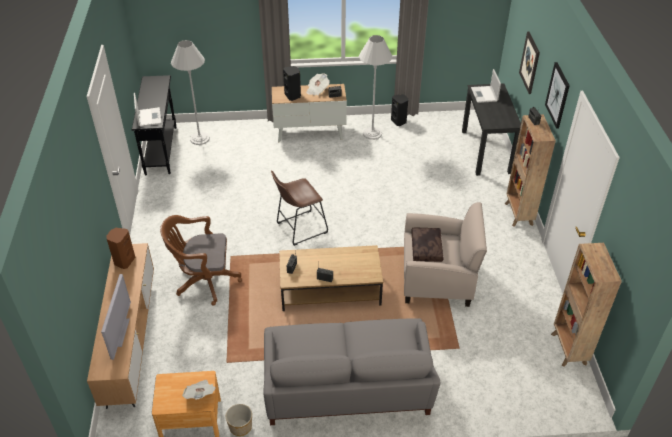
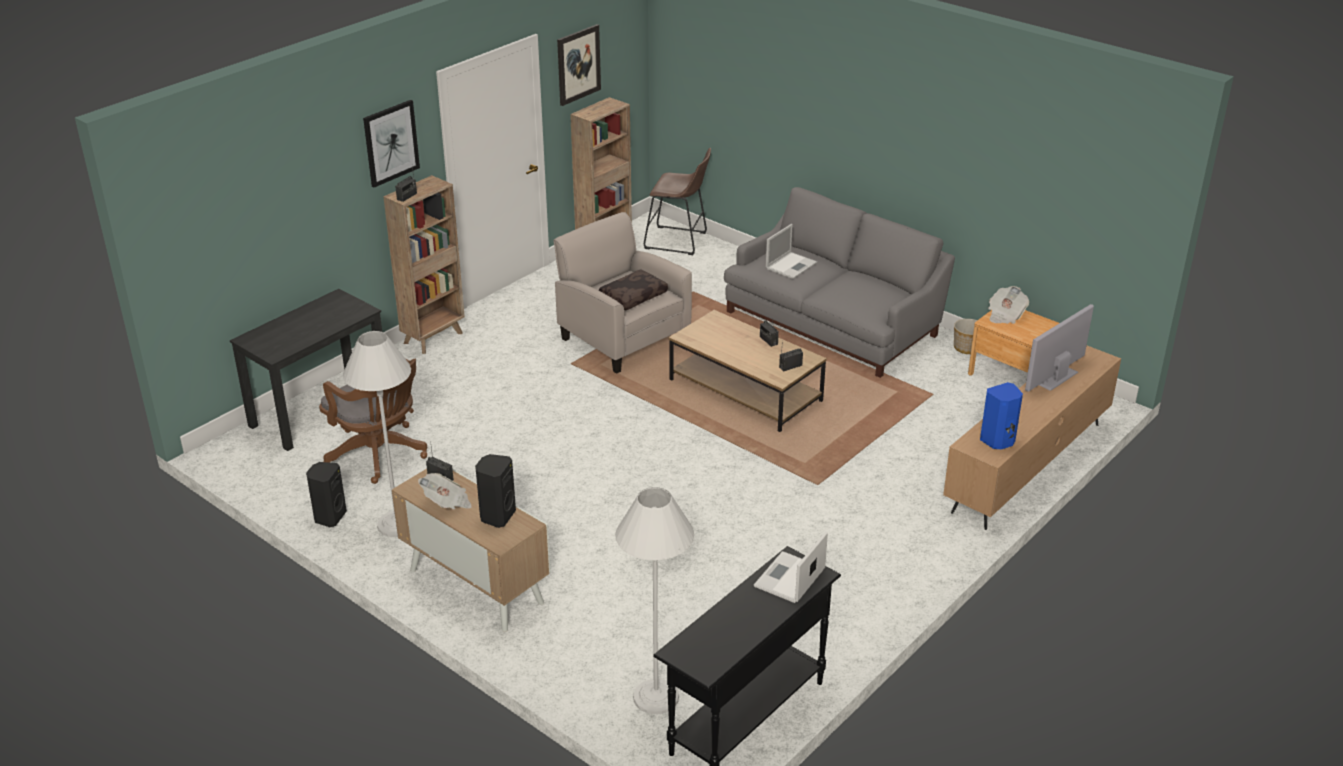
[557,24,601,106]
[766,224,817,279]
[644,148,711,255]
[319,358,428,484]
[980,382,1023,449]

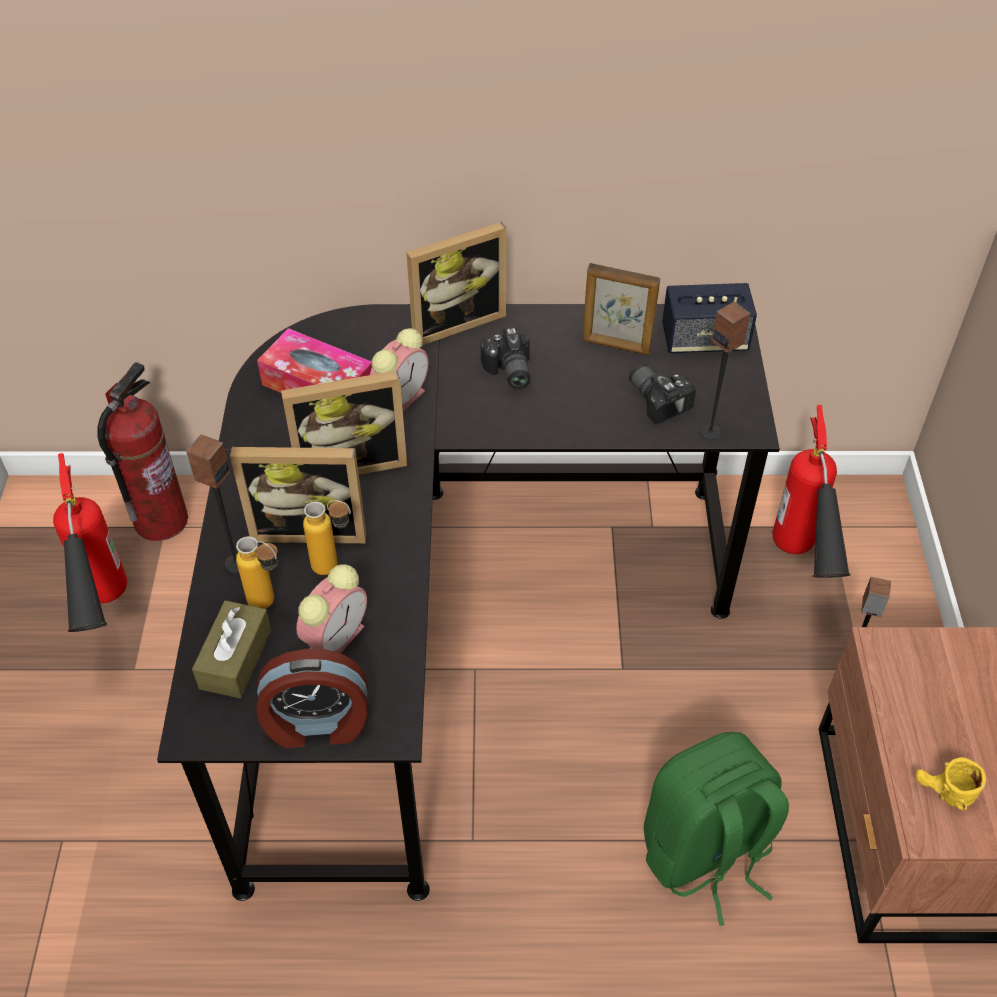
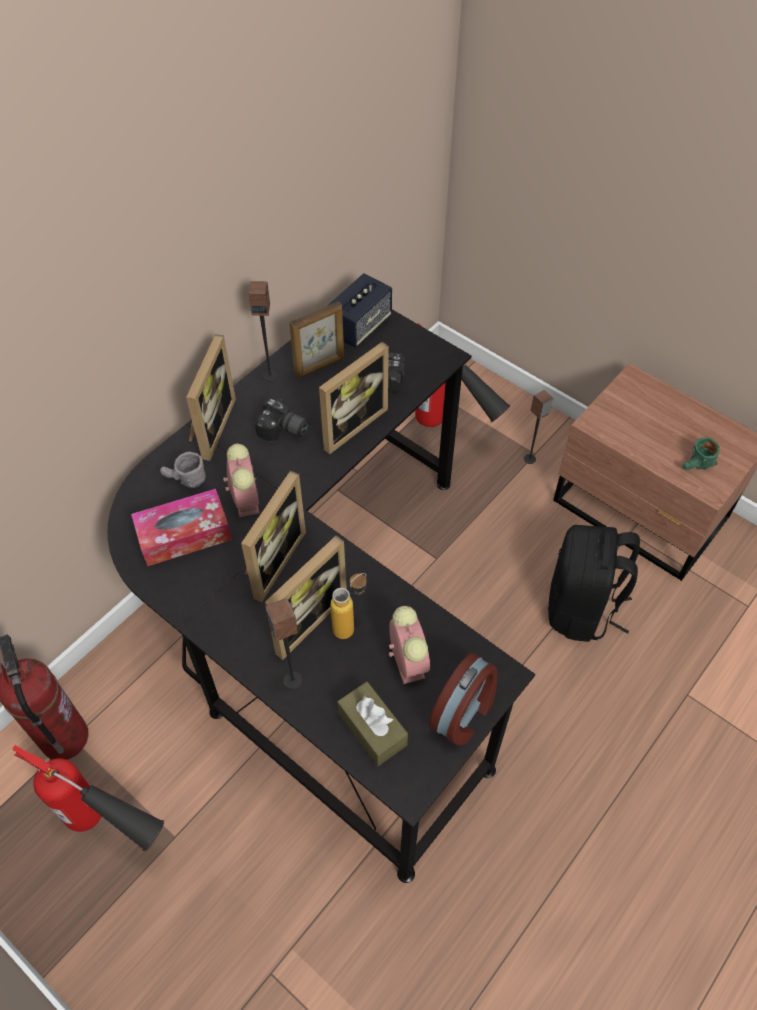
[248,281,278,382]
[236,536,278,609] (first image)
[548,525,640,642]
[683,437,720,470]
[319,342,389,454]
[160,452,206,488]

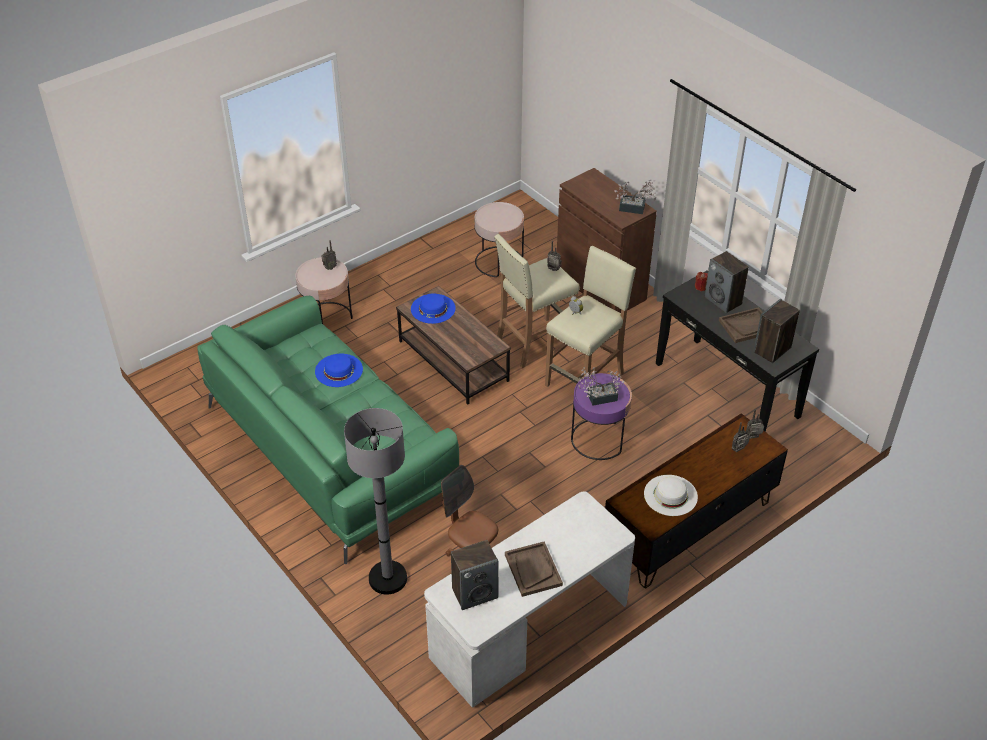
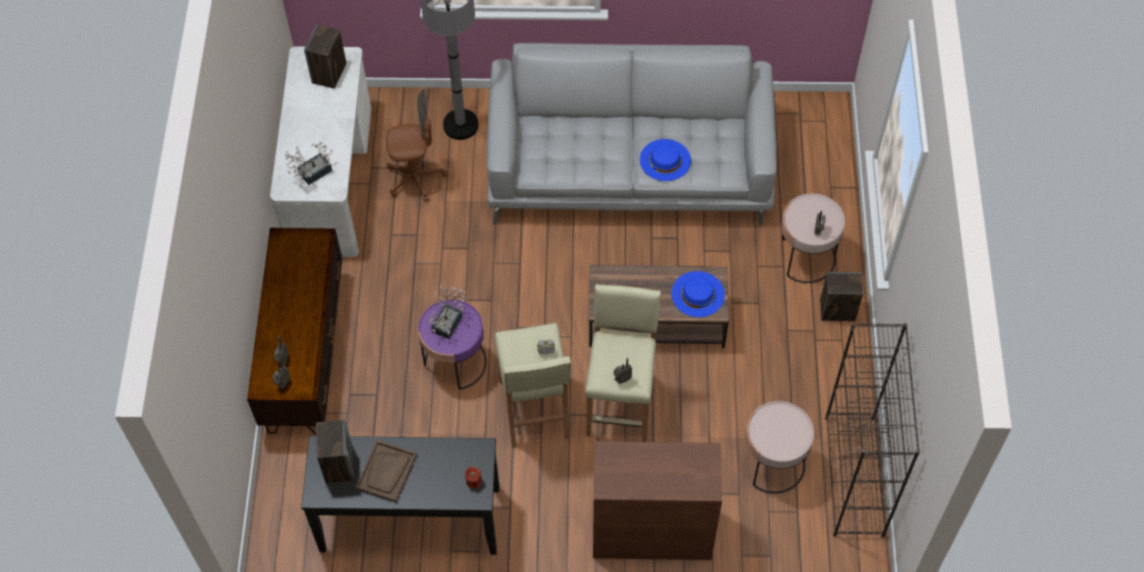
[285,142,333,185]
[820,272,863,322]
[486,43,777,226]
[644,475,698,516] (first image)
[505,542,563,597] (first image)
[825,323,920,537]

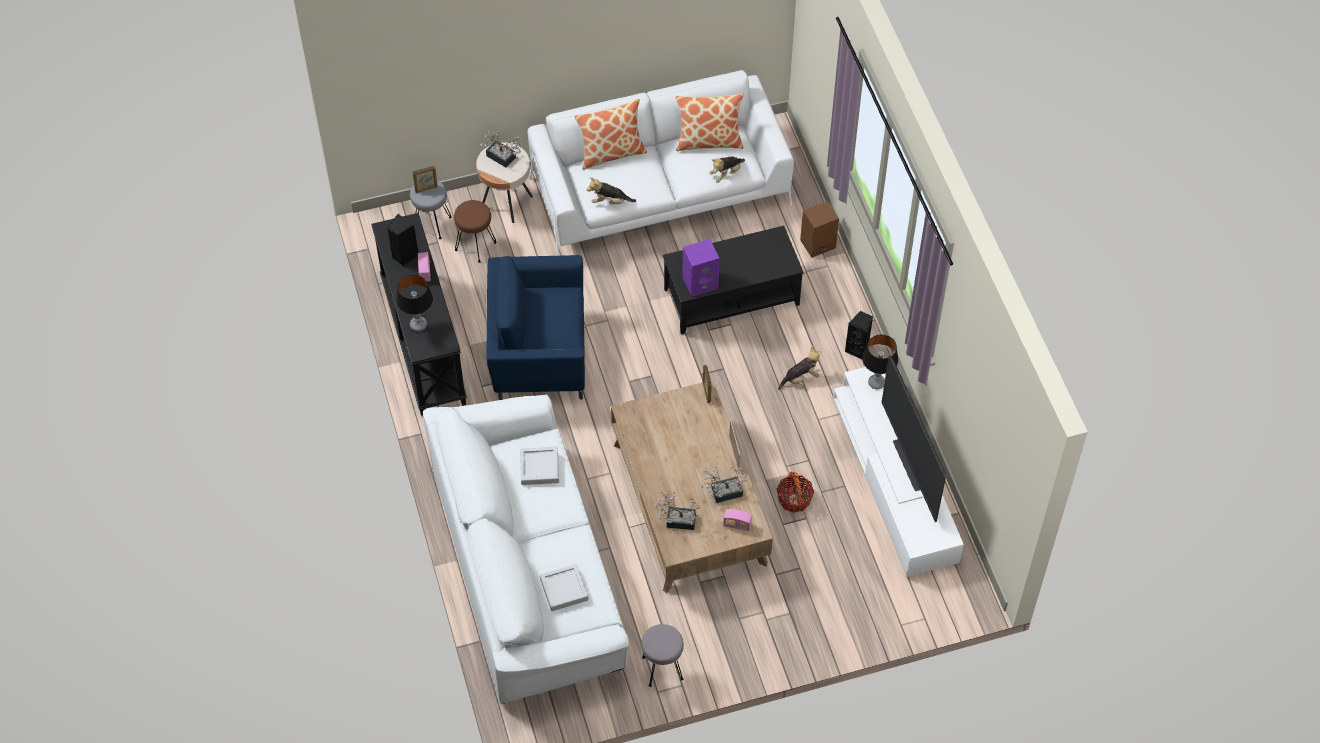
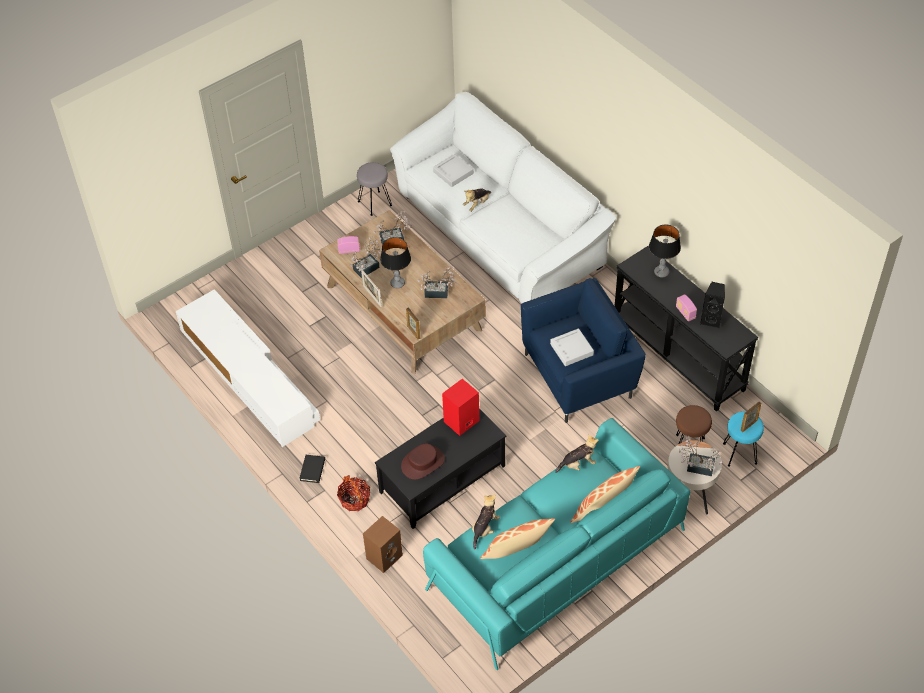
[423,418,690,670]
[723,411,764,467]
[442,379,479,436]
[299,455,325,483]
[380,237,411,289]
[463,188,491,212]
[882,355,946,522] (first image)
[550,328,594,366]
[337,475,370,511]
[418,266,457,298]
[401,443,445,480]

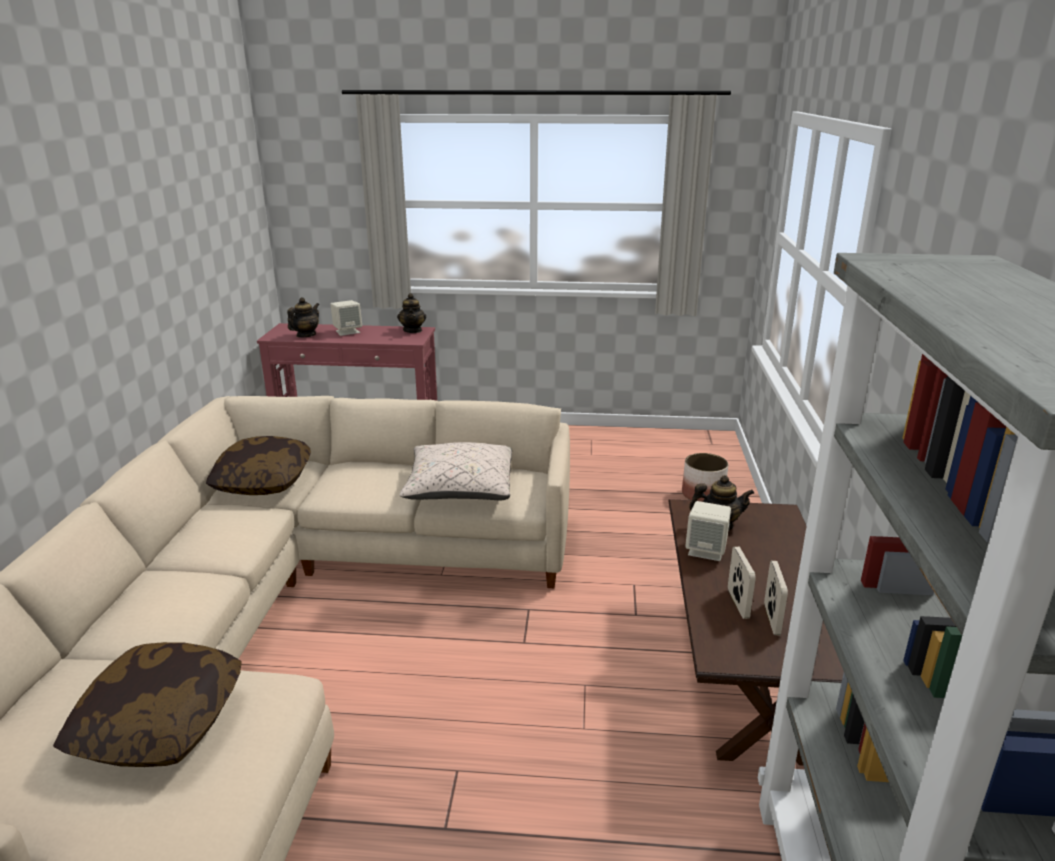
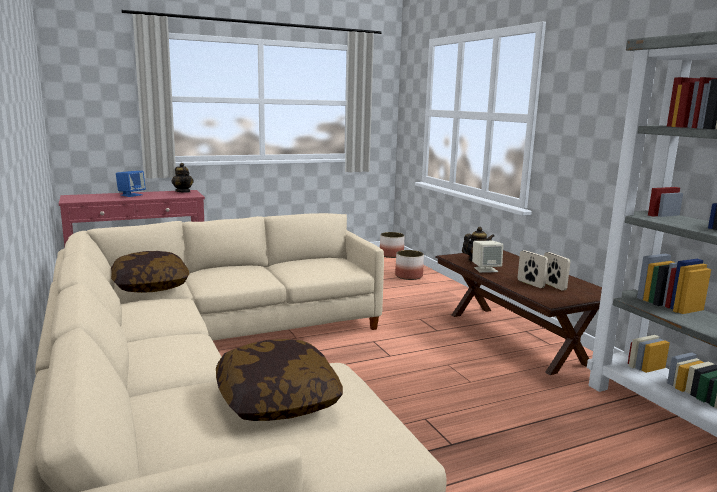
[287,297,319,337] (first image)
[116,171,146,197]
[400,442,512,501] (first image)
[380,232,405,258]

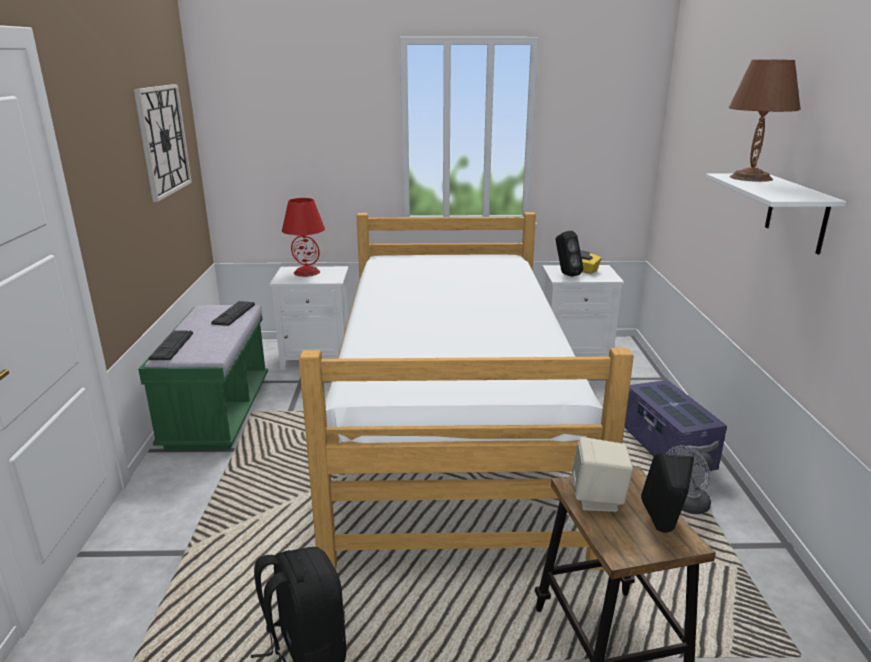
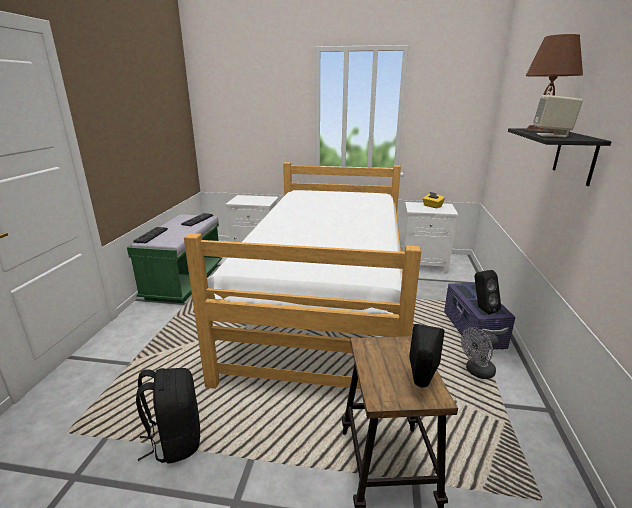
[134,84,192,202] (first image)
[508,128,612,186]
[282,198,325,277] (first image)
[475,270,501,314]
[533,95,583,137]

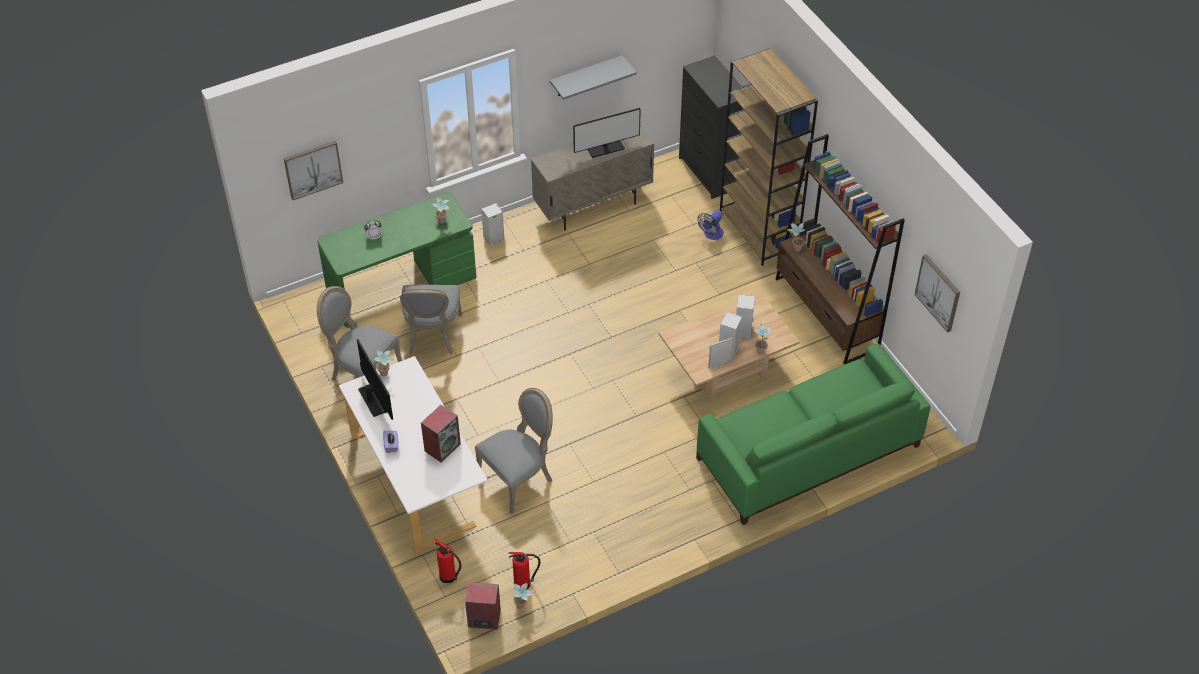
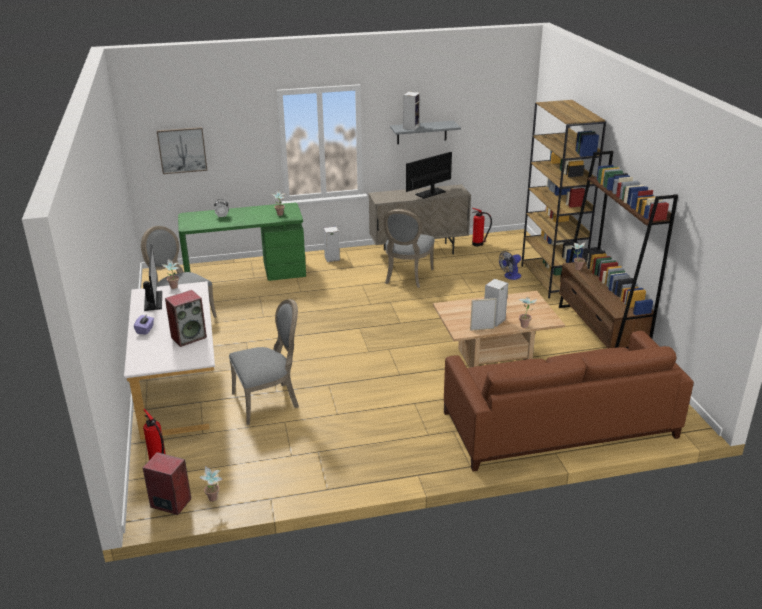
[679,55,744,199] (first image)
[406,152,452,199]
[914,254,960,333] (first image)
[383,209,435,288]
[403,92,420,130]
[444,331,694,472]
[472,208,492,247]

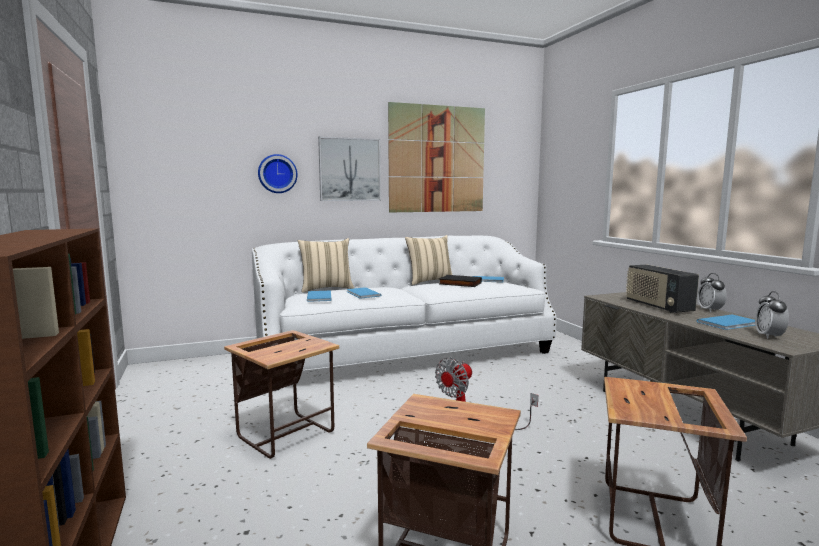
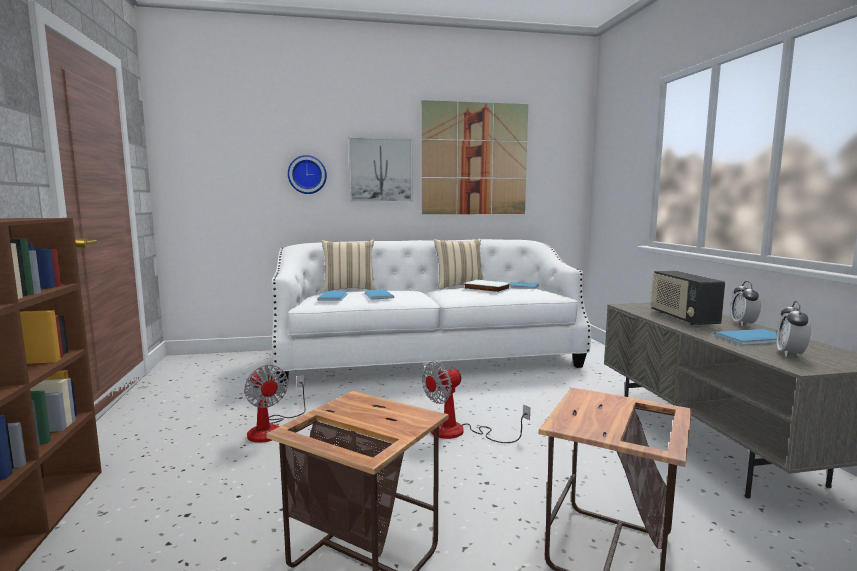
[463,280,511,293]
[244,365,306,443]

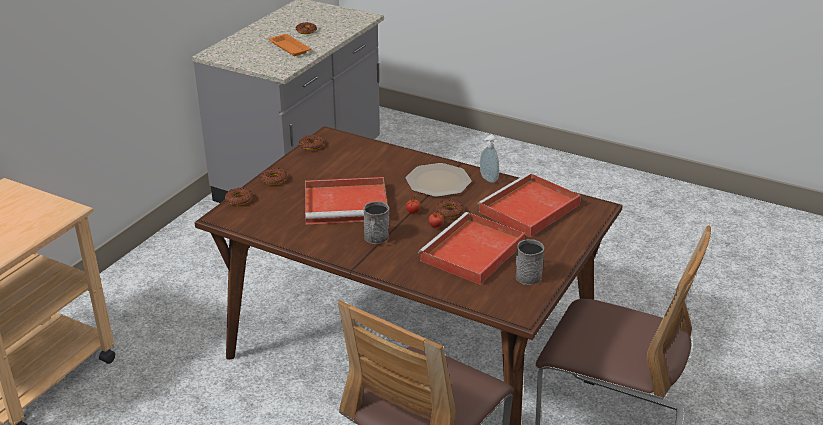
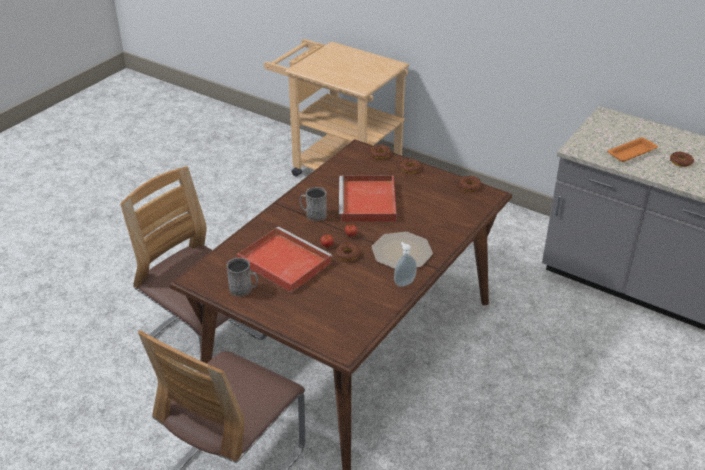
[477,173,581,237] (first image)

